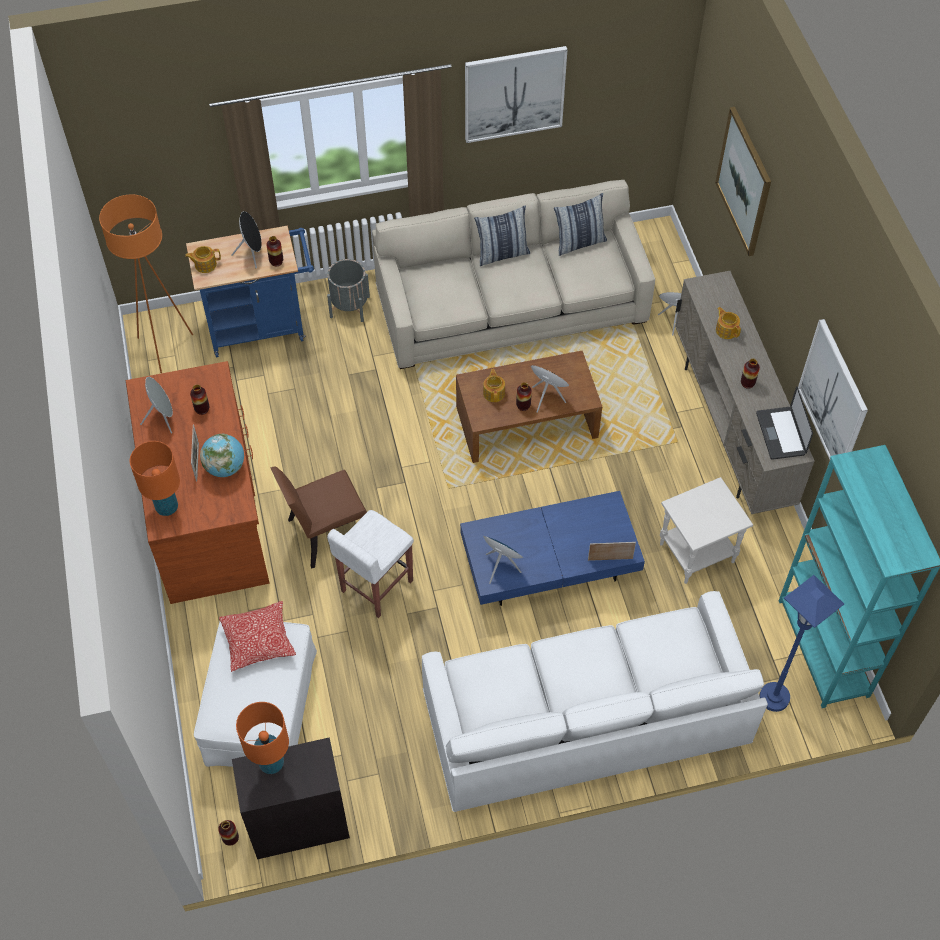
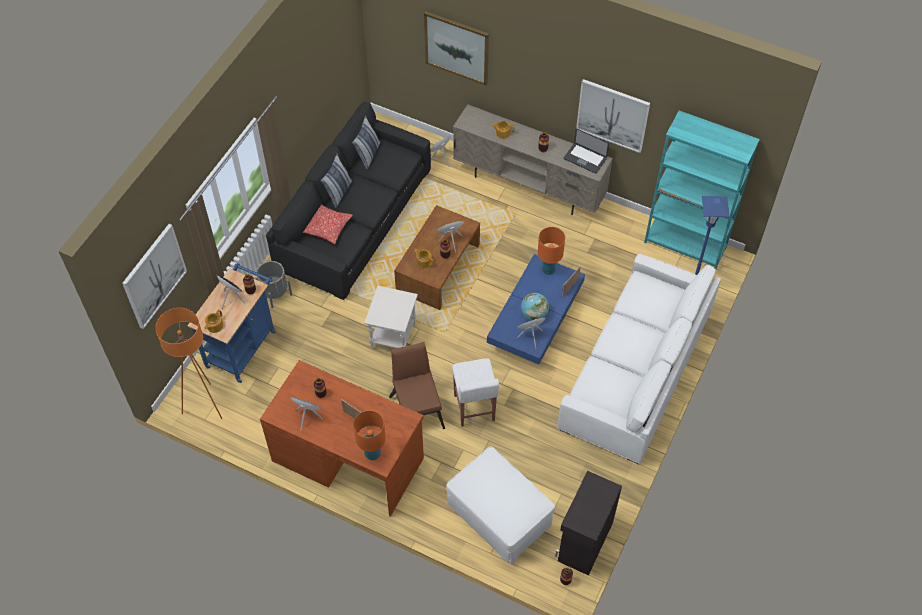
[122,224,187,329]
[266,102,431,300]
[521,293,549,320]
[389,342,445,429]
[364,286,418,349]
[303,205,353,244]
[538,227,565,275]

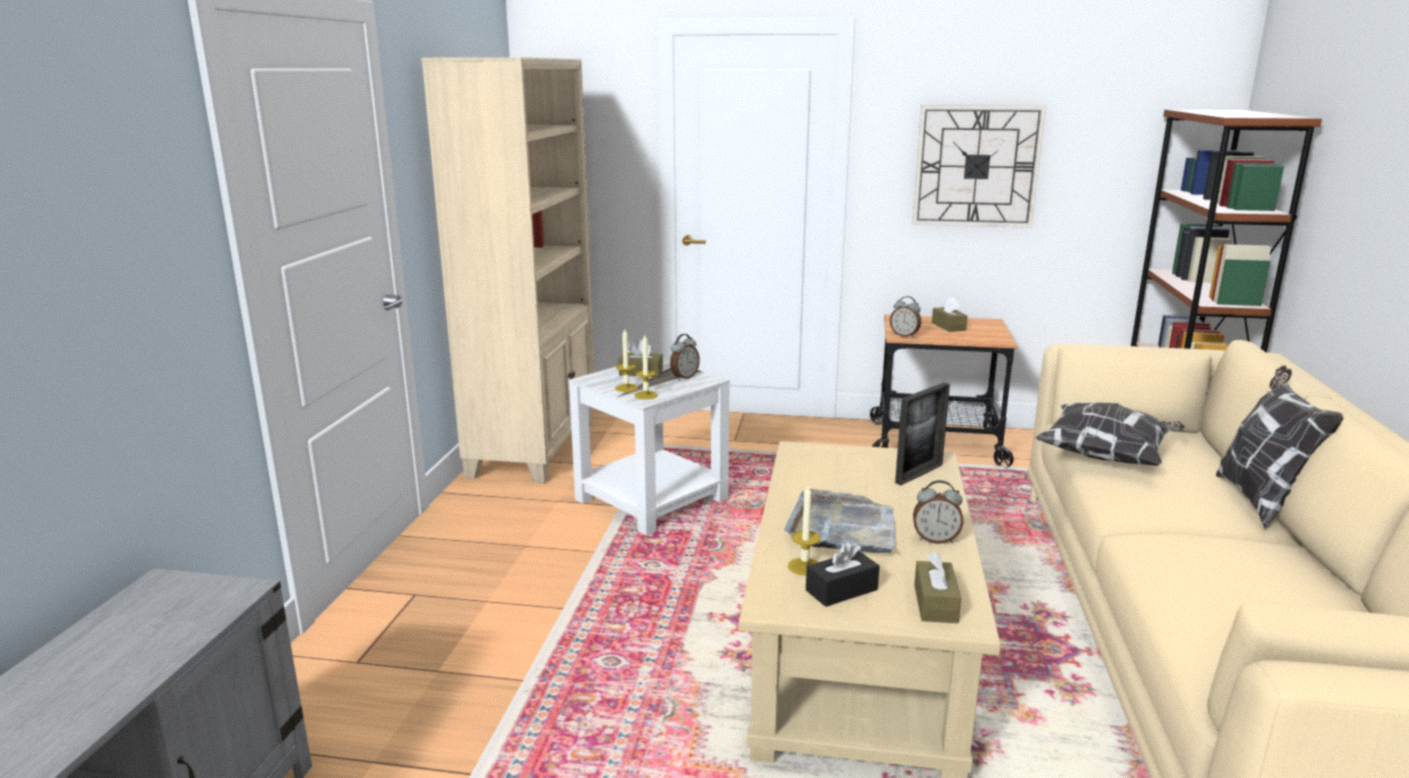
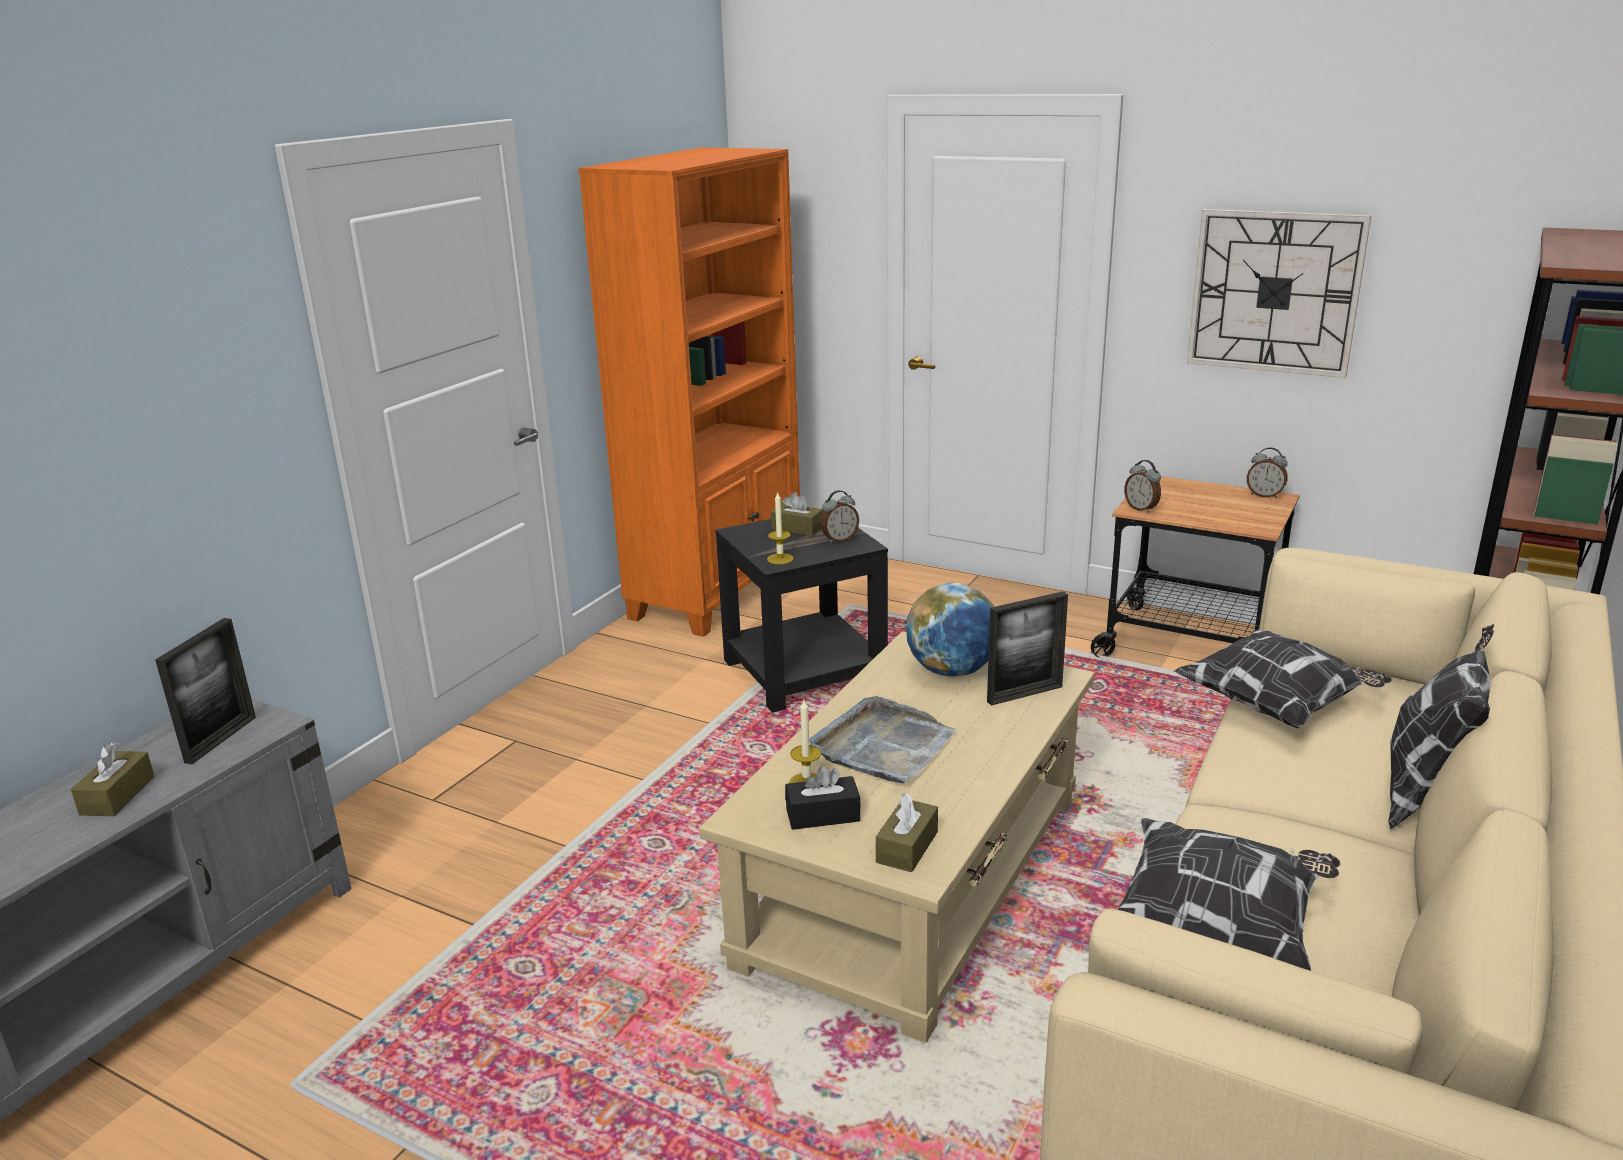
[578,147,800,637]
[71,742,155,816]
[615,329,638,392] (first image)
[715,511,888,713]
[1247,447,1288,499]
[907,583,994,677]
[155,618,256,764]
[1116,818,1341,971]

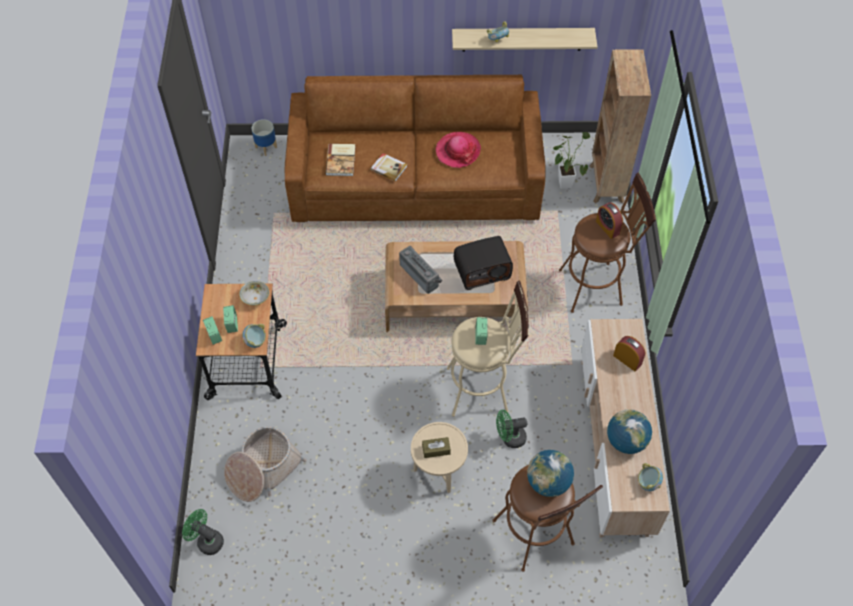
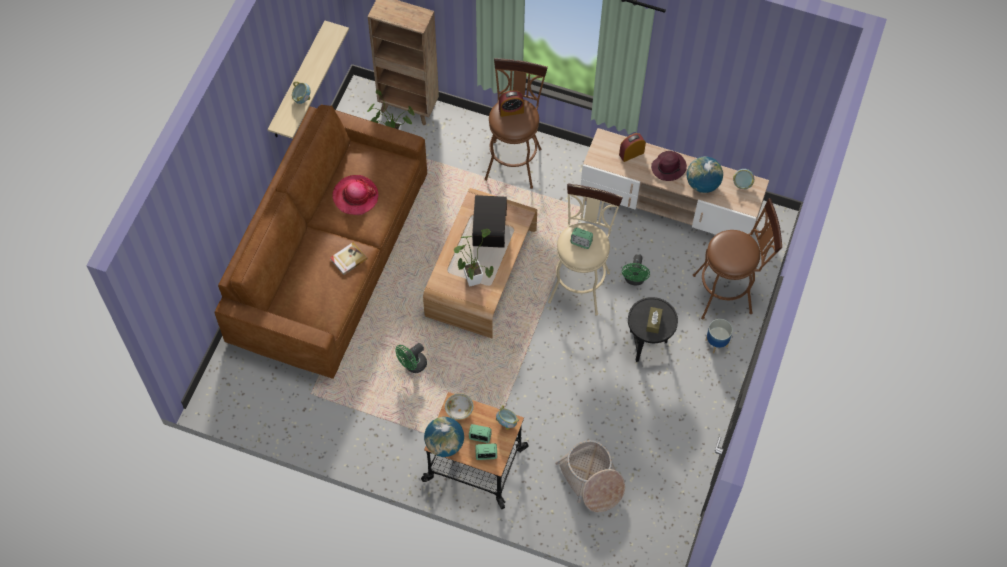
[706,319,733,353]
[325,144,355,176] (first image)
[454,229,494,287]
[628,297,678,362]
[424,417,464,457]
[395,343,427,373]
[651,151,687,181]

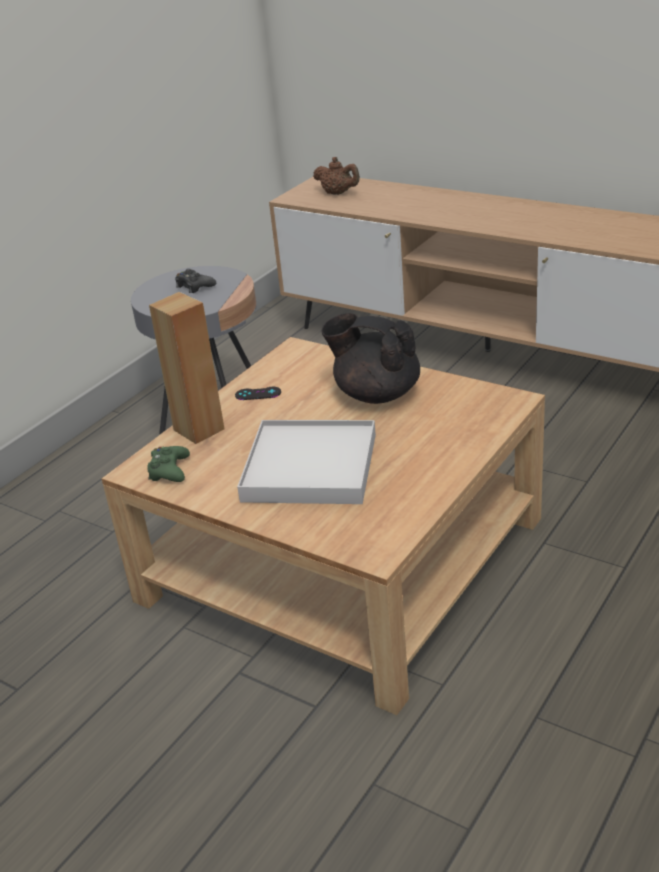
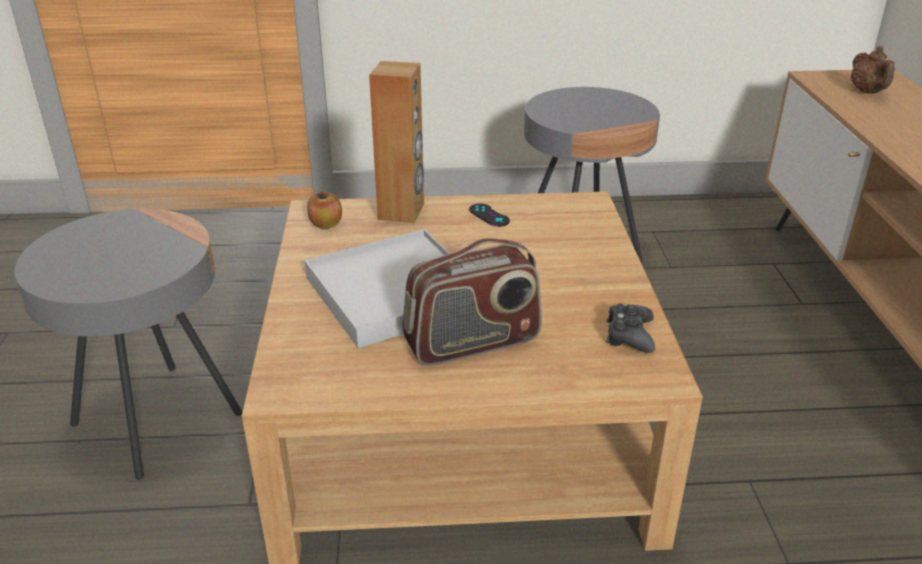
[606,303,655,353]
[321,313,420,404] (first image)
[307,191,342,229]
[14,209,242,480]
[403,238,542,365]

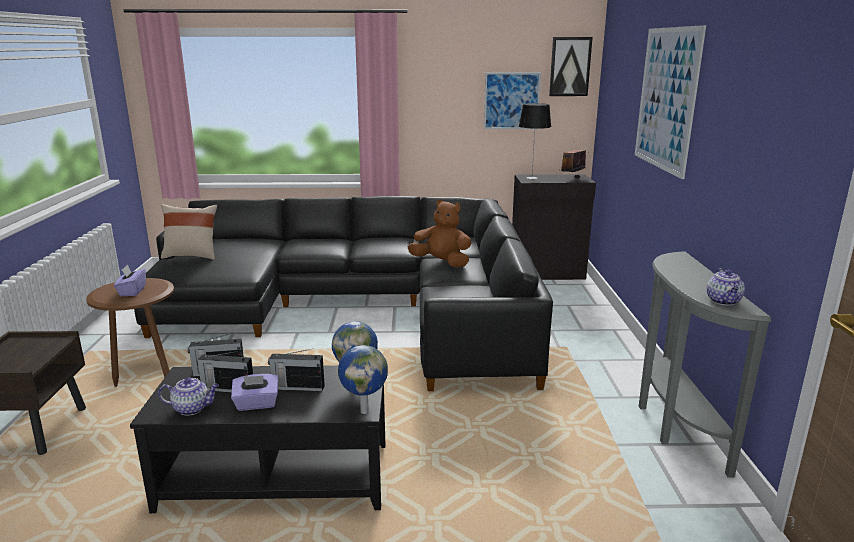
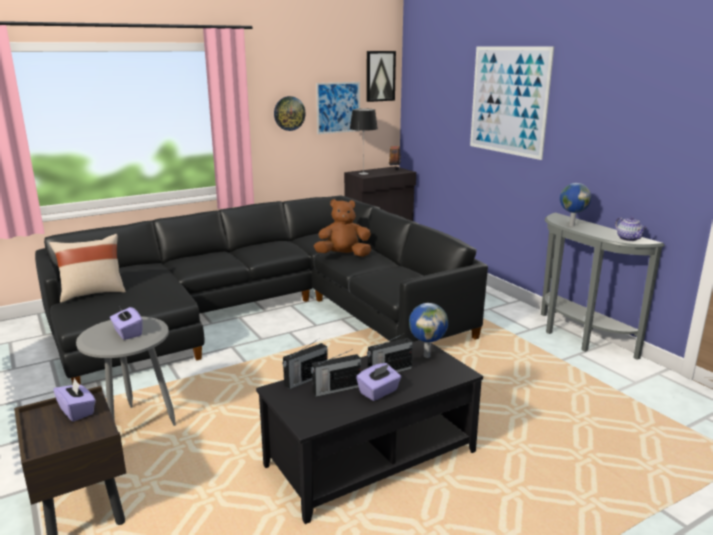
[76,316,176,426]
[560,183,591,226]
[158,377,219,415] (first image)
[274,96,306,131]
[53,378,96,422]

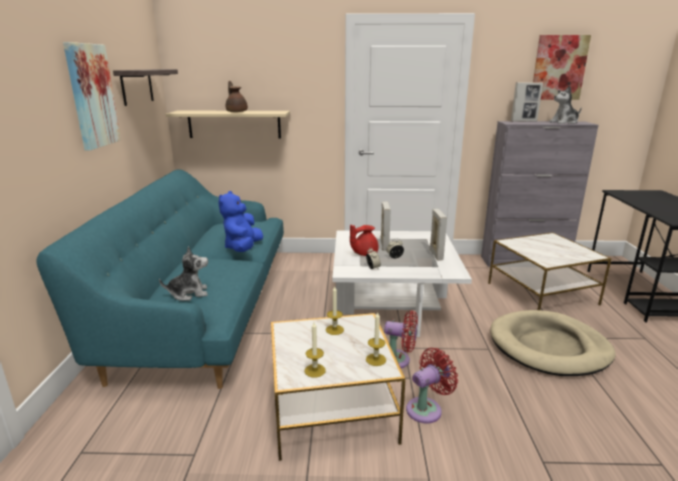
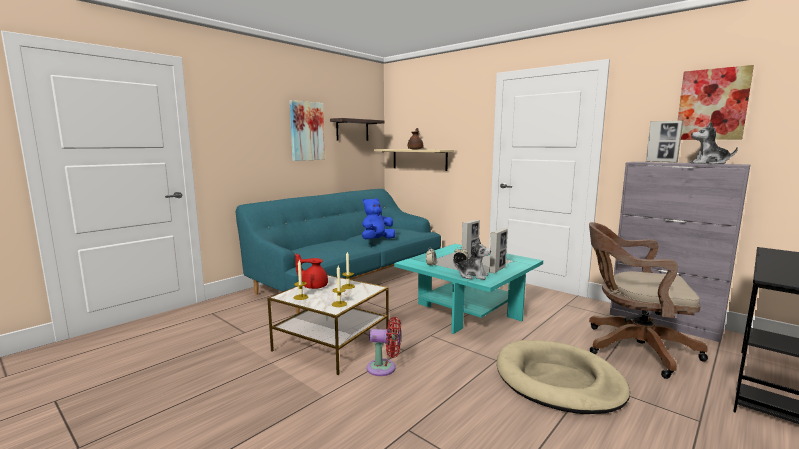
[295,254,328,289]
[394,244,543,334]
[589,222,708,379]
[453,237,491,280]
[384,311,418,368] (first image)

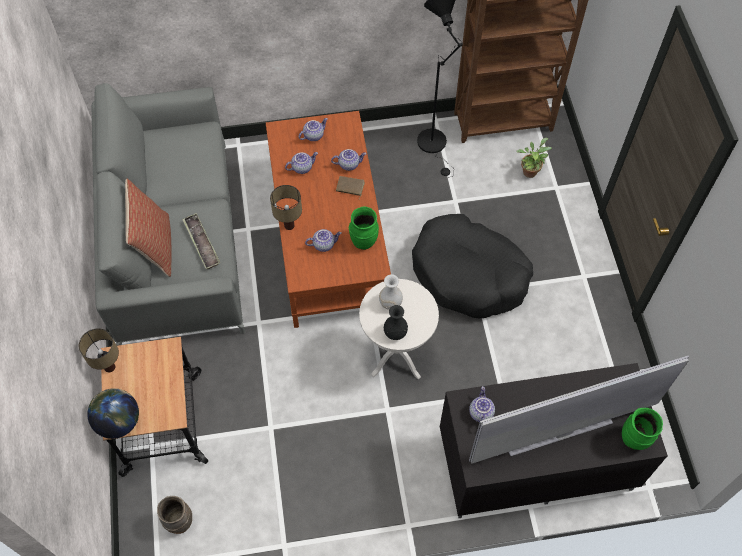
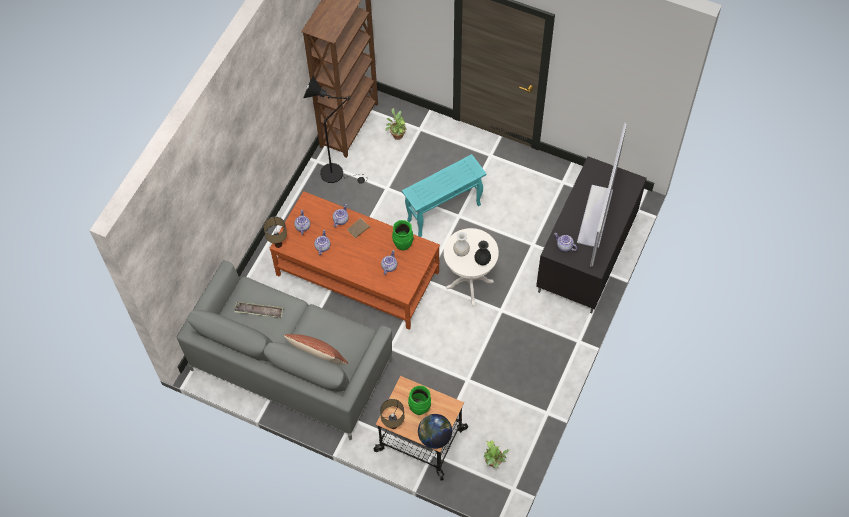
[263,217,287,248]
[234,302,284,318]
[402,154,487,237]
[408,386,431,415]
[484,440,509,469]

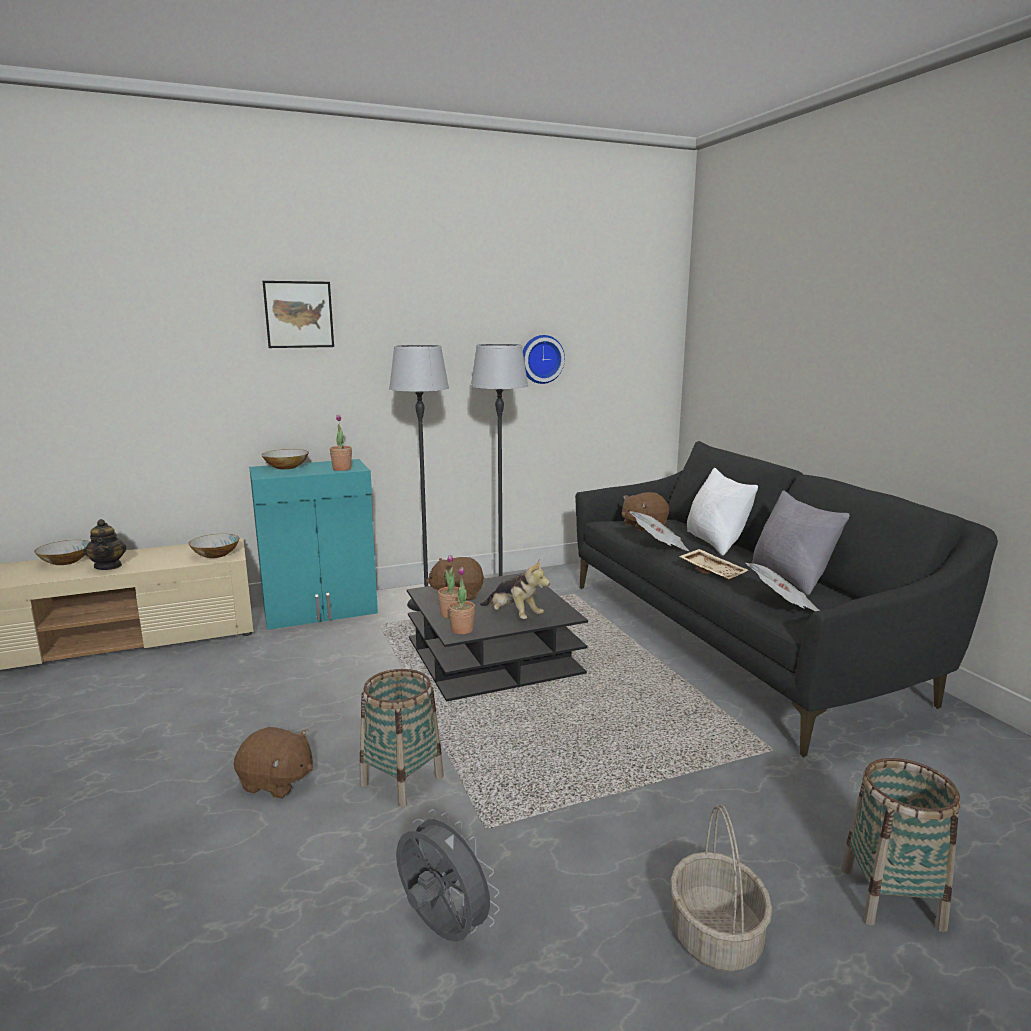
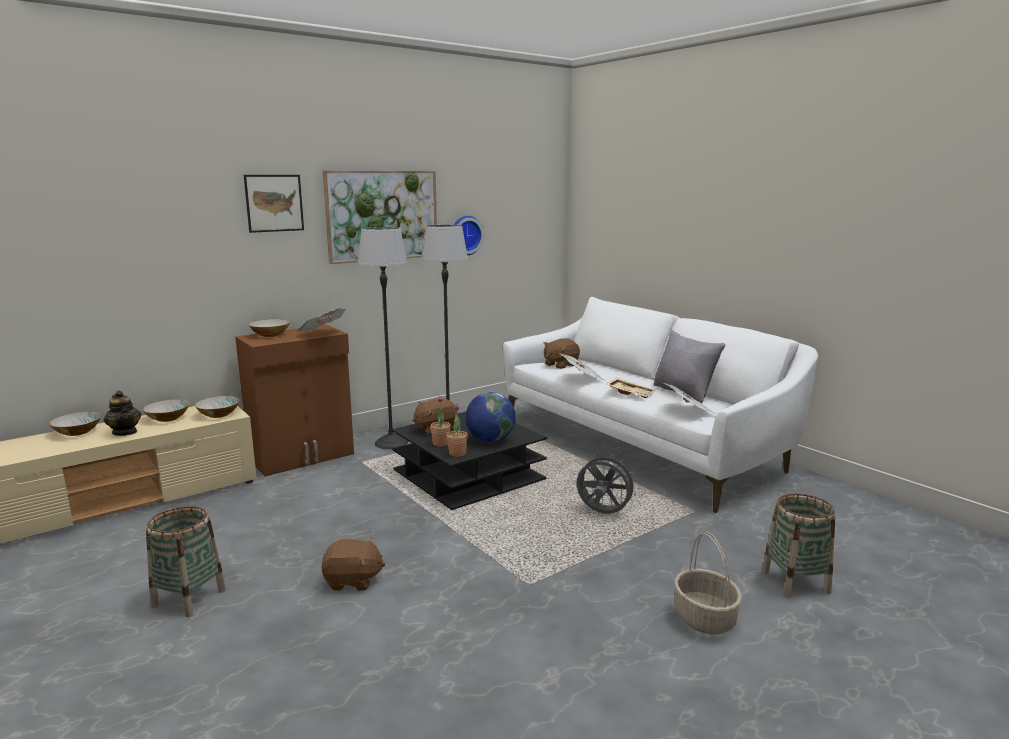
[297,308,346,332]
[503,297,818,513]
[235,325,354,477]
[687,468,758,556] (first image)
[466,392,516,442]
[146,506,226,617]
[577,453,638,514]
[323,171,437,264]
[142,399,189,422]

